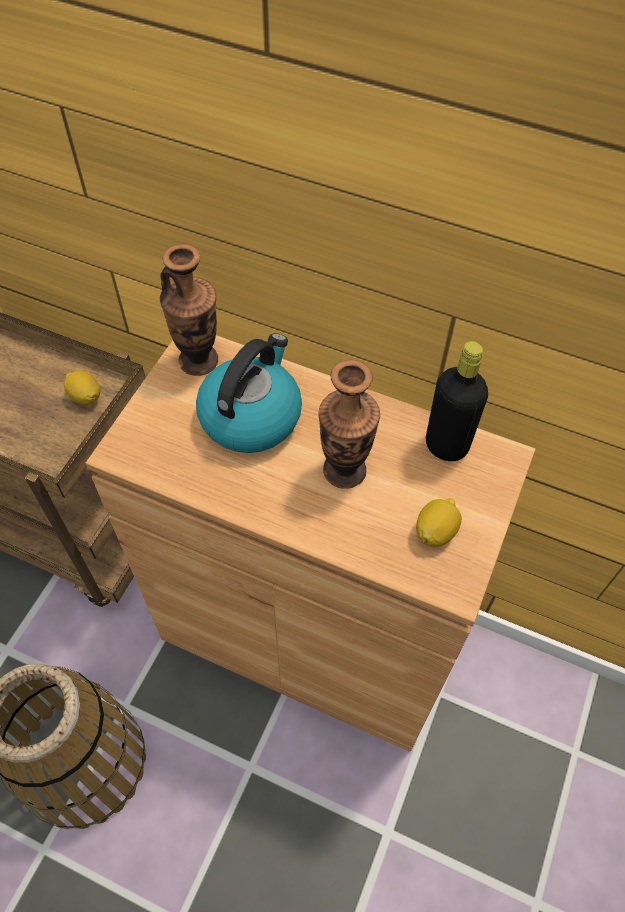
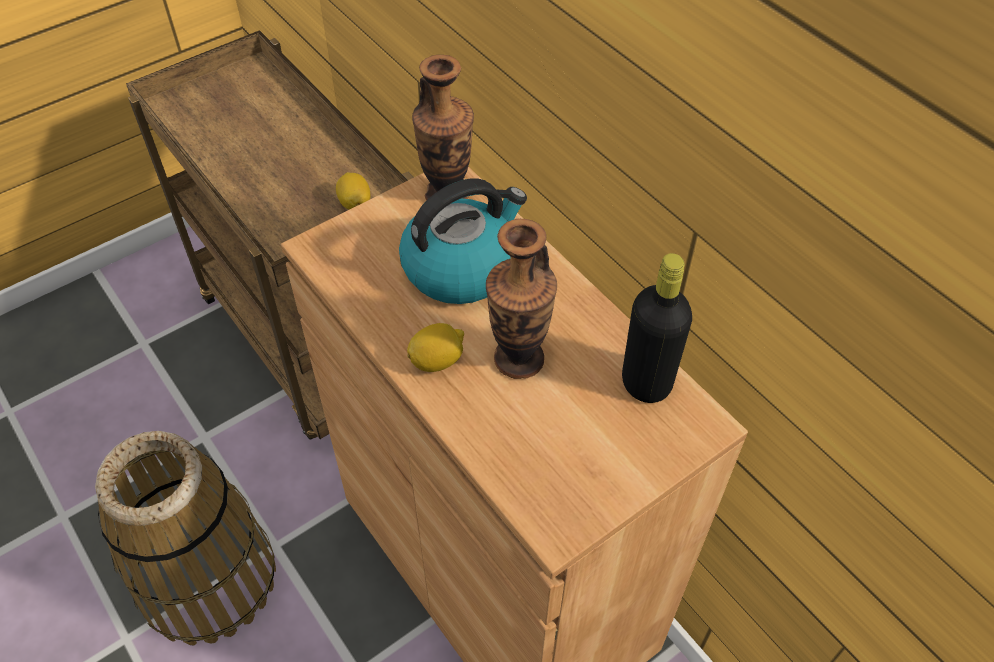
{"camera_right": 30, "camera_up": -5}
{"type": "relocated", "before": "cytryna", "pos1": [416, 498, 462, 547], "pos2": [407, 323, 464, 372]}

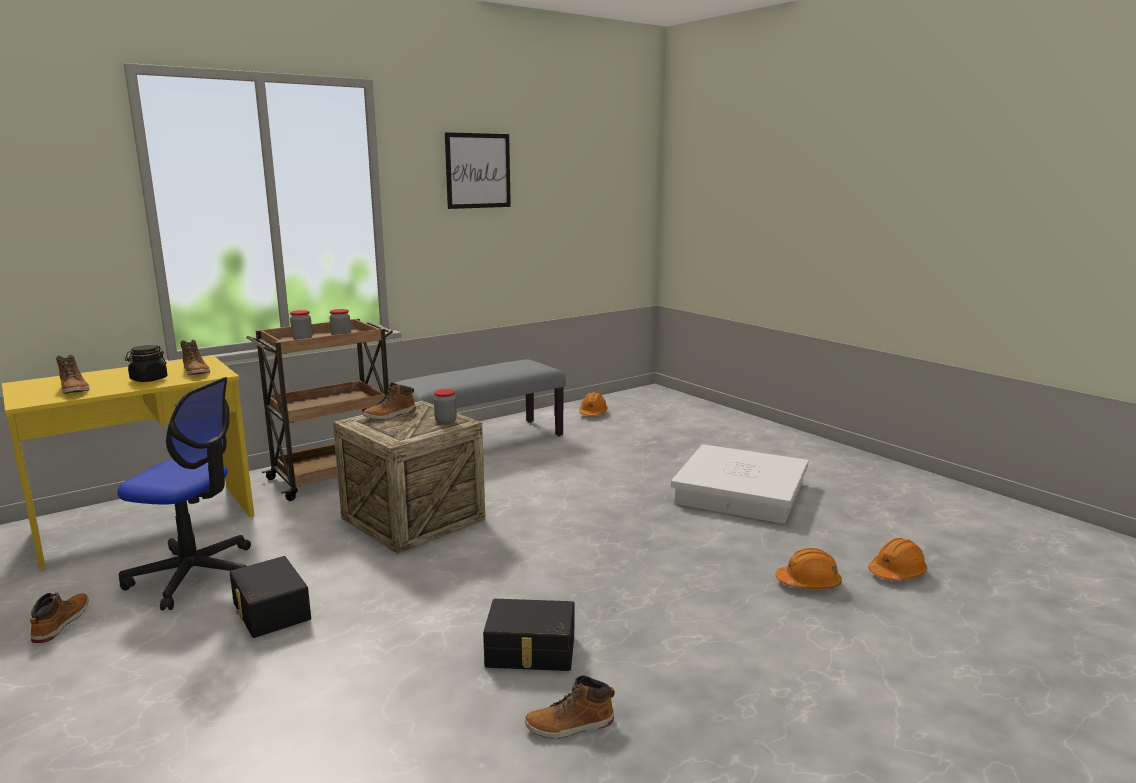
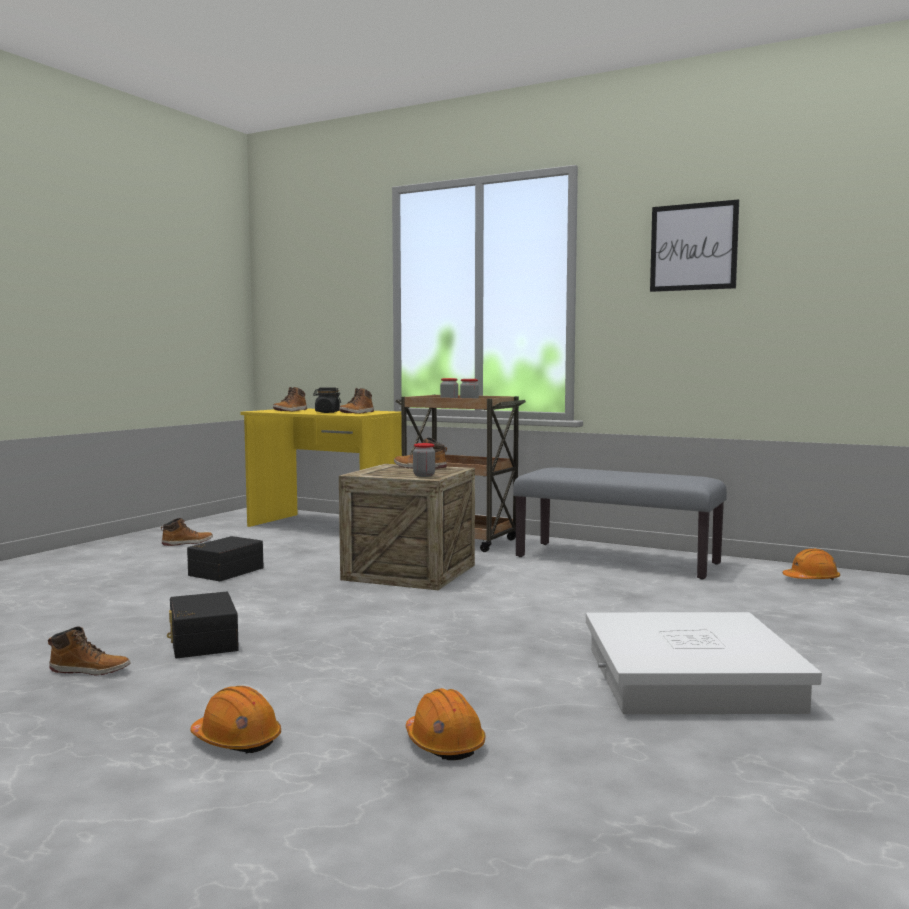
{"camera_right": 65, "camera_up": -10}
{"type": "missing", "before": "krzesło biurowe", "pos1": [117, 377, 251, 610]}
{"type": "relocated", "before": "kask/pomarańczowy", "pos1": [868, 538, 927, 581], "pos2": [190, 686, 281, 754]}
{"type": "spun", "before": "but z cholewką", "pos1": [525, 675, 615, 739], "pos2": [48, 627, 130, 675], "turn": 135}

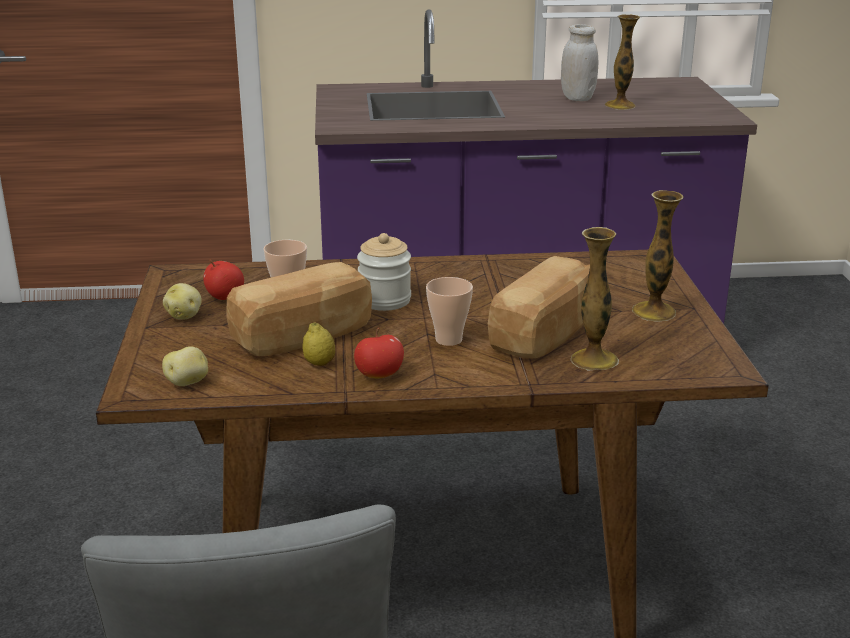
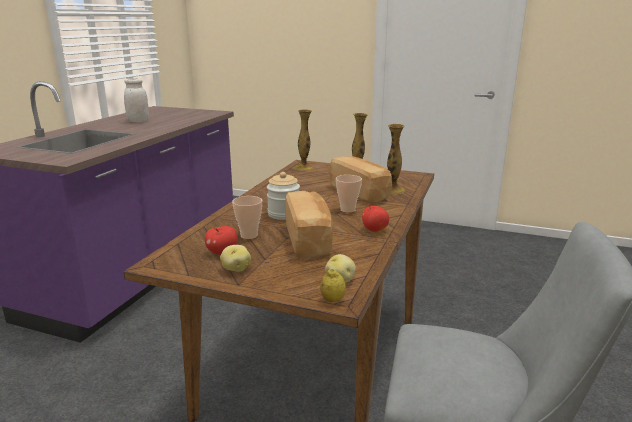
{"camera_right": -65, "camera_up": -5}
{"type": "relocated", "before": "wazon", "pos1": [605, 15, 640, 110], "pos2": [293, 109, 313, 171]}
{"type": "relocated", "before": "cytryna", "pos1": [302, 322, 335, 366], "pos2": [320, 269, 346, 302]}

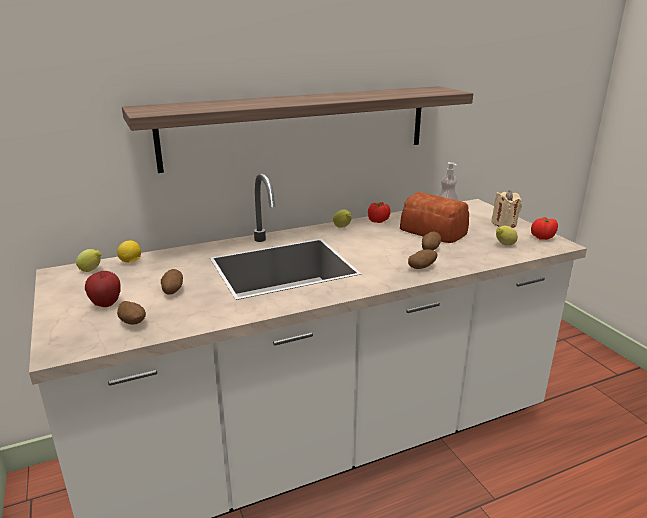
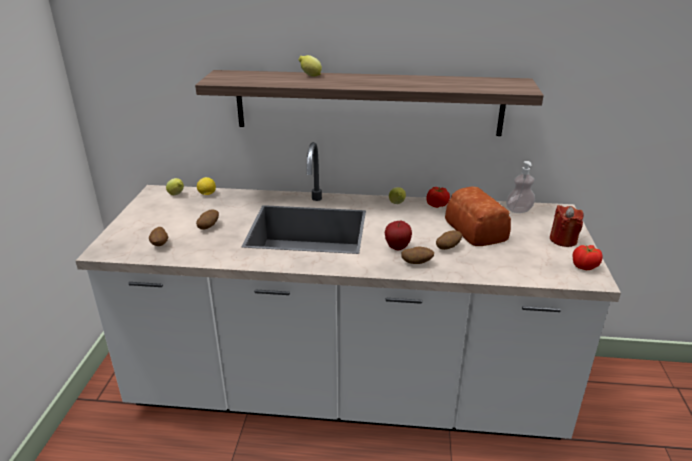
{"camera_right": 30, "camera_up": 5}
{"type": "colour", "before": "świeca/beżowy", "after": "świeca/czerwony", "pos1": [491, 190, 522, 228], "pos2": [550, 205, 584, 247]}
{"type": "relocated", "before": "cytryna", "pos1": [496, 226, 518, 246], "pos2": [298, 55, 322, 77]}
{"type": "relocated", "before": "jabłko", "pos1": [85, 271, 120, 307], "pos2": [385, 221, 412, 250]}

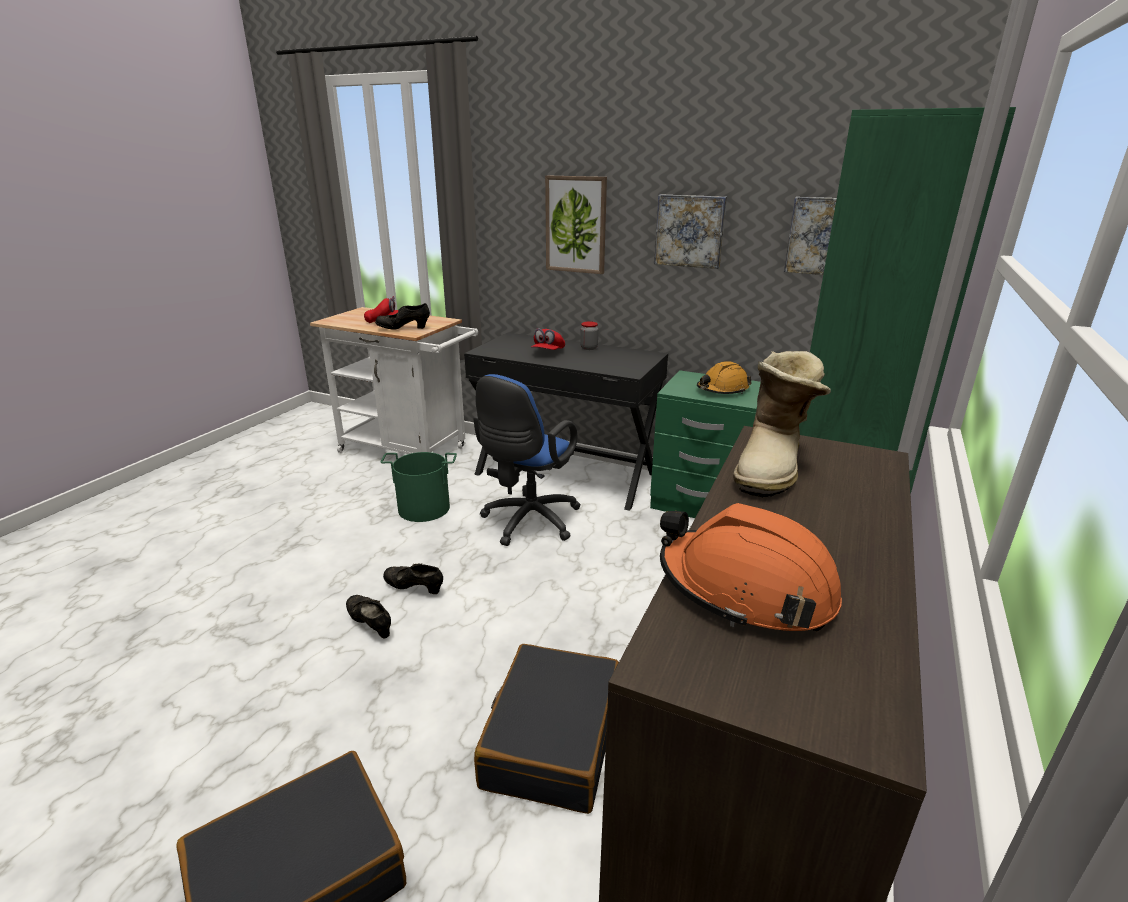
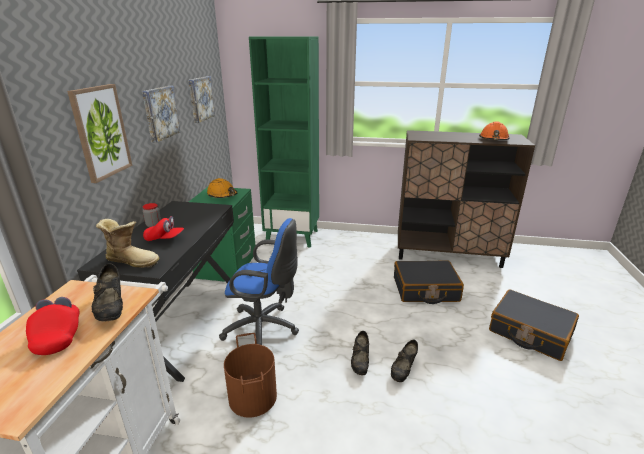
{"camera_right": -105, "camera_up": 0}
{"type": "relocated", "before": "but z cholewką", "pos1": [733, 351, 831, 498], "pos2": [96, 219, 160, 268]}
{"type": "colour", "before": "wiadro/zielony", "after": "wiadro/brązowy", "pos1": [381, 452, 457, 522], "pos2": [224, 333, 277, 418]}

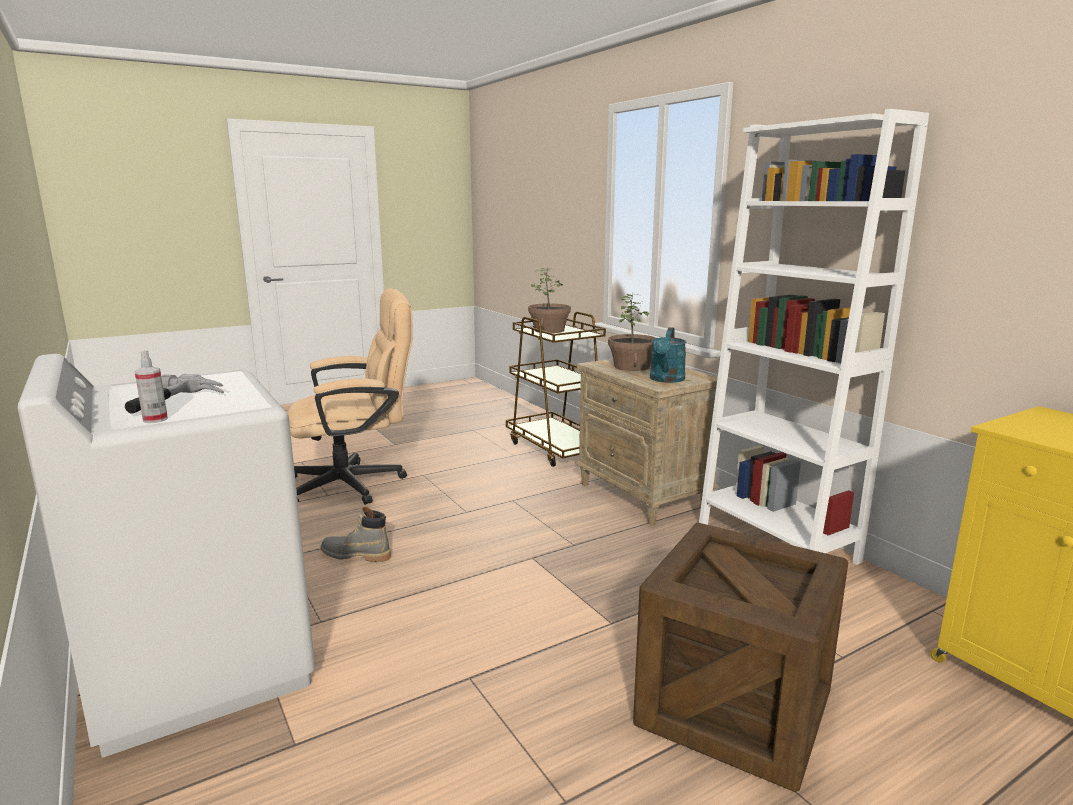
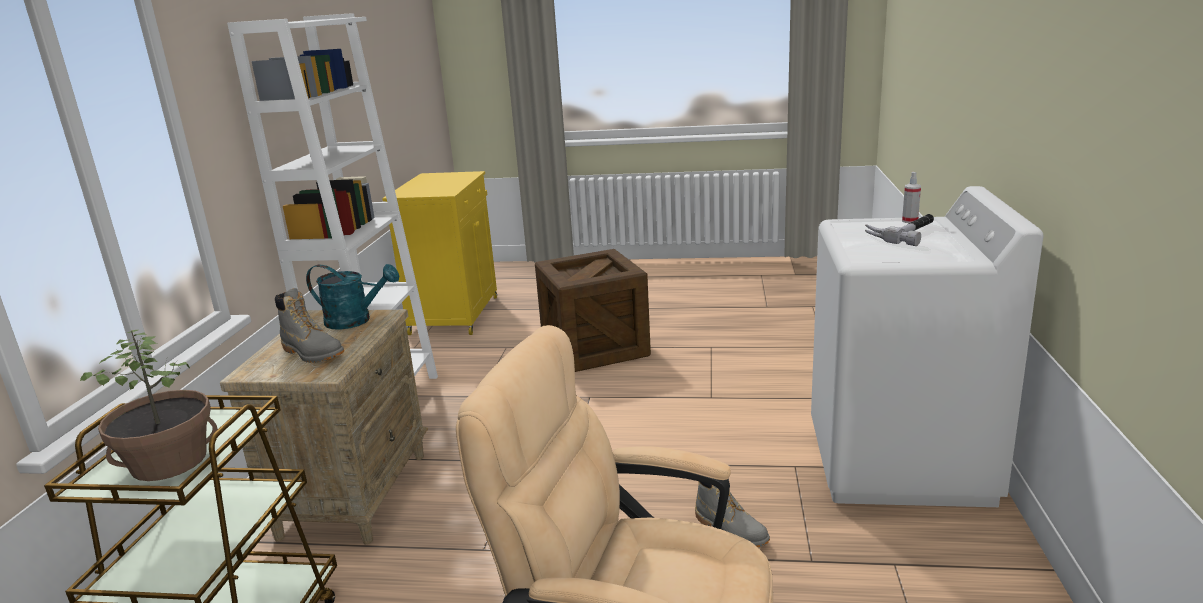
{"camera_right": -140, "camera_up": 5}
{"type": "exchanged", "before": "roślina doniczkowa", "after": "but z cholewką/szary", "pos1": [608, 293, 656, 371], "pos2": [275, 288, 344, 363]}
{"type": "spun", "before": "konewka/turkusowy", "pos1": [650, 327, 686, 383], "pos2": [306, 264, 399, 330], "turn": 45}

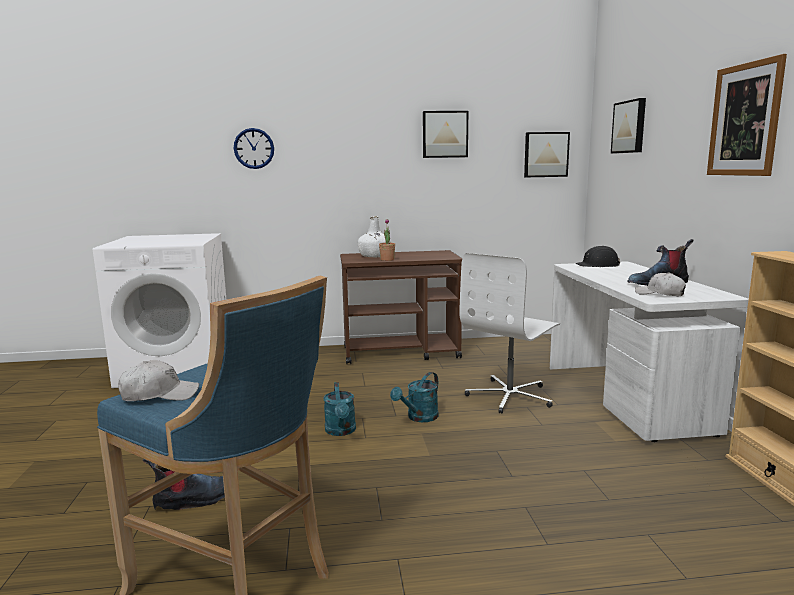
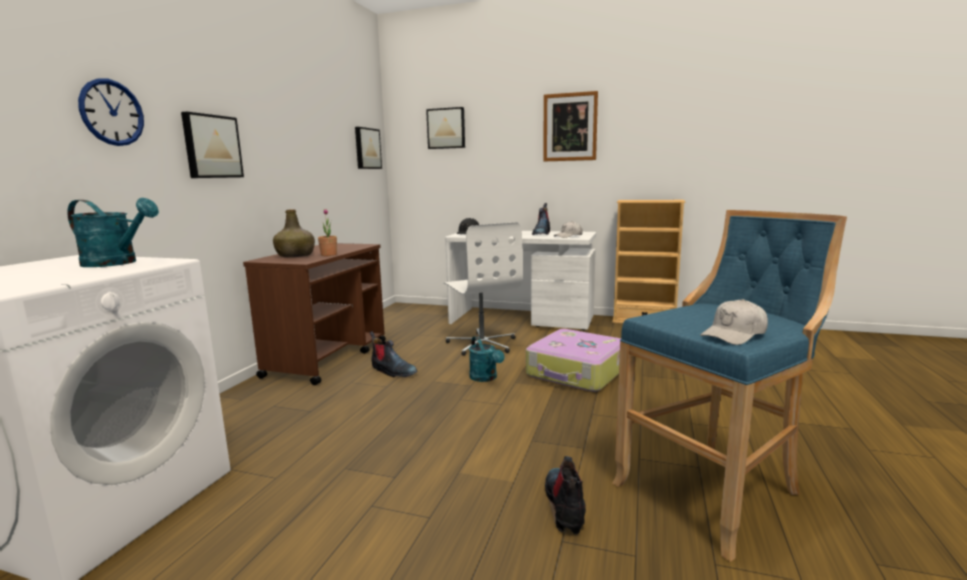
{"camera_right": -65, "camera_up": 0}
{"type": "relocated", "before": "obraz", "pos1": [423, 111, 468, 158], "pos2": [181, 112, 244, 178]}
{"type": "colour", "before": "butelka/biały", "after": "butelka/zielony", "pos1": [357, 216, 391, 257], "pos2": [273, 209, 315, 257]}
{"type": "spun", "before": "czapka z daszkiem/biały", "pos1": [118, 360, 199, 401], "pos2": [701, 299, 768, 345], "turn": -135}
{"type": "relocated", "before": "konewka/turkusowy", "pos1": [323, 382, 356, 436], "pos2": [67, 198, 159, 267]}
{"type": "appeared", "after": "walizka", "pos2": [526, 329, 621, 392]}
{"type": "appeared", "after": "but z cholewką", "pos2": [369, 331, 417, 377]}

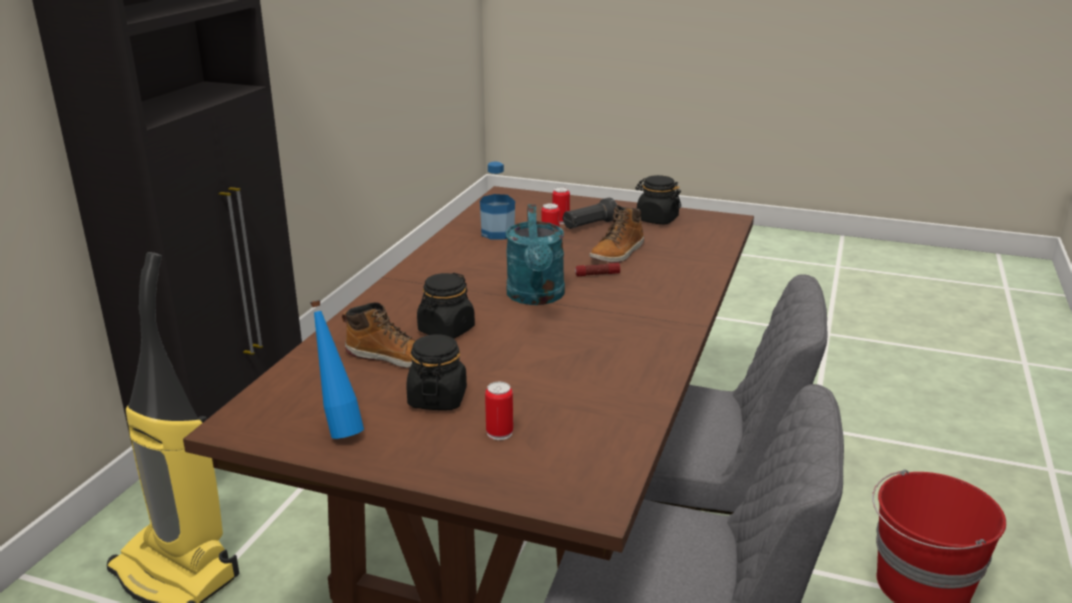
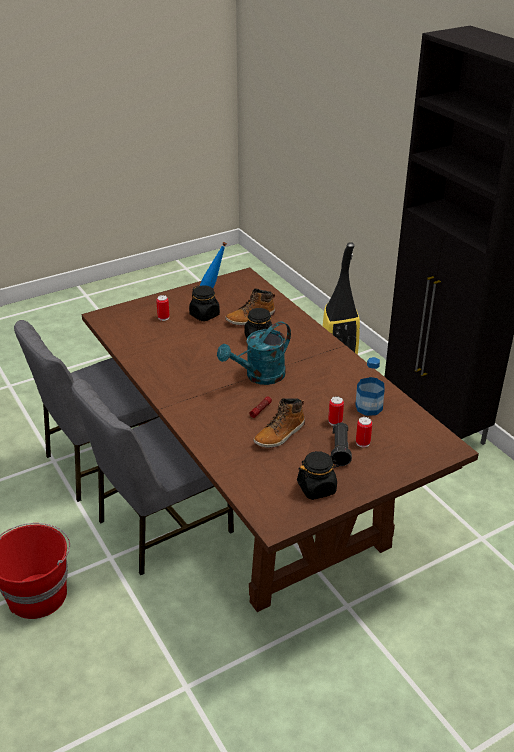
{"camera_right": 130, "camera_up": 10}
{"type": "spun", "before": "konewka/turkusowy", "pos1": [506, 204, 565, 305], "pos2": [217, 321, 291, 385], "turn": -75}
{"type": "spun", "before": "but z cholewką", "pos1": [590, 205, 644, 263], "pos2": [254, 398, 305, 448], "turn": -120}

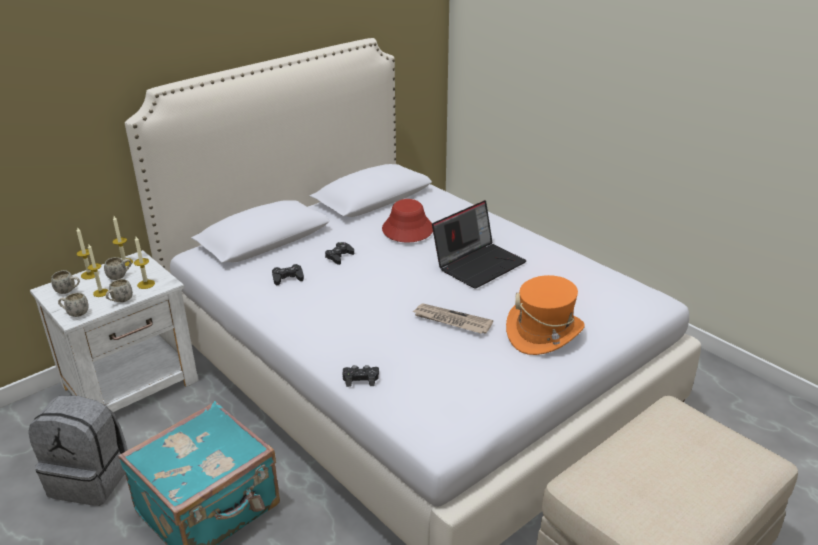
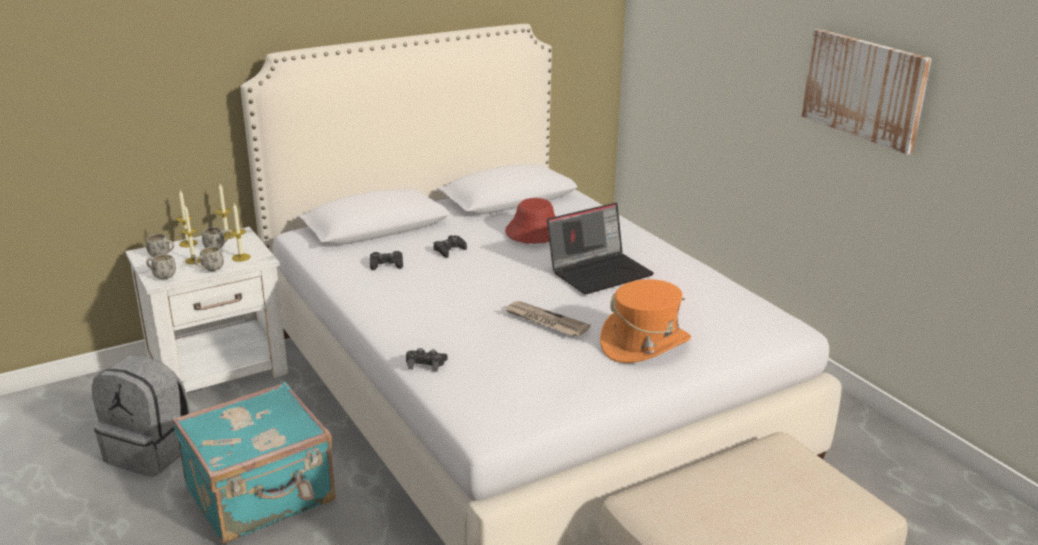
{"camera_right": 10, "camera_up": -5}
{"type": "appeared", "after": "obraz", "pos2": [802, 29, 932, 155]}

